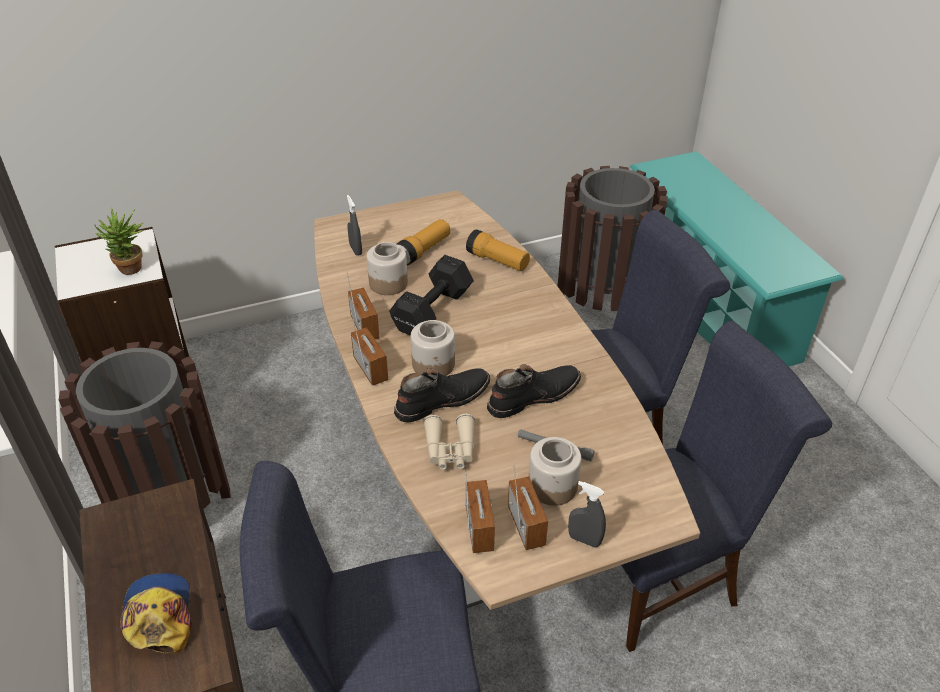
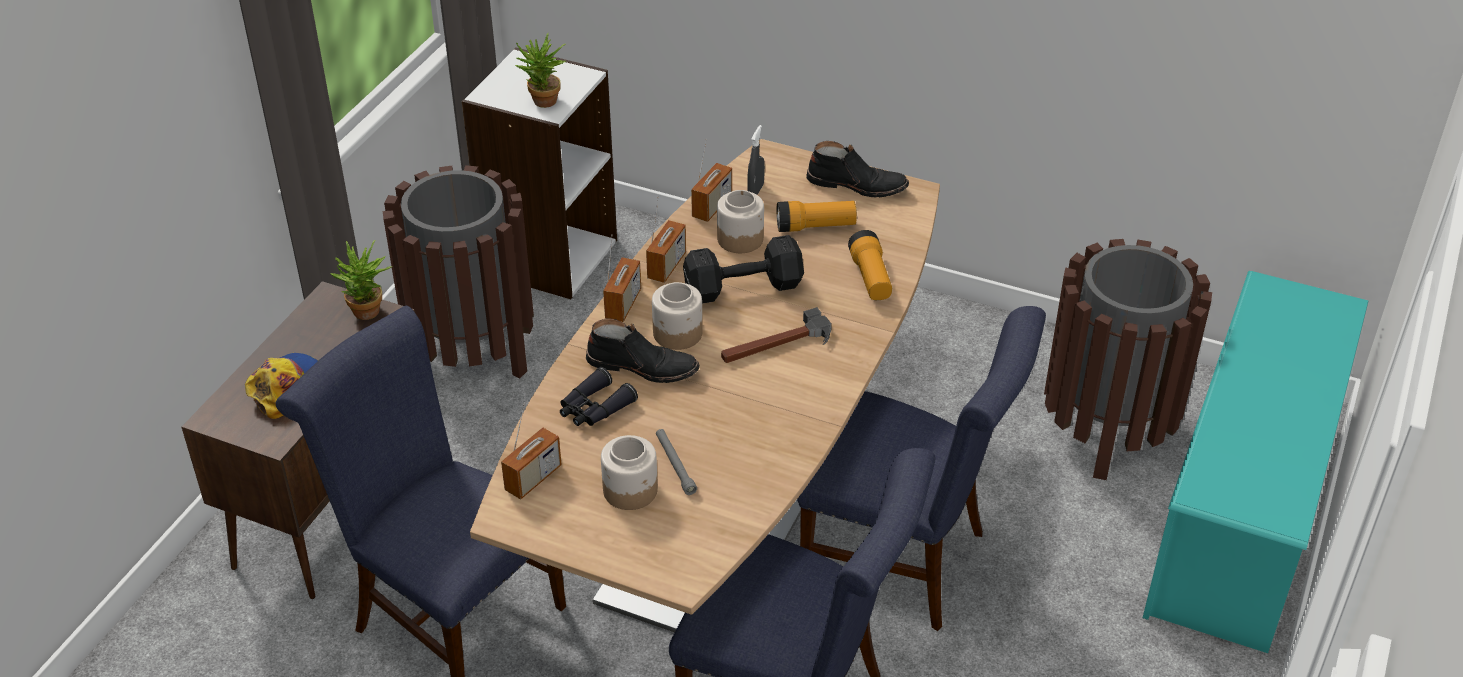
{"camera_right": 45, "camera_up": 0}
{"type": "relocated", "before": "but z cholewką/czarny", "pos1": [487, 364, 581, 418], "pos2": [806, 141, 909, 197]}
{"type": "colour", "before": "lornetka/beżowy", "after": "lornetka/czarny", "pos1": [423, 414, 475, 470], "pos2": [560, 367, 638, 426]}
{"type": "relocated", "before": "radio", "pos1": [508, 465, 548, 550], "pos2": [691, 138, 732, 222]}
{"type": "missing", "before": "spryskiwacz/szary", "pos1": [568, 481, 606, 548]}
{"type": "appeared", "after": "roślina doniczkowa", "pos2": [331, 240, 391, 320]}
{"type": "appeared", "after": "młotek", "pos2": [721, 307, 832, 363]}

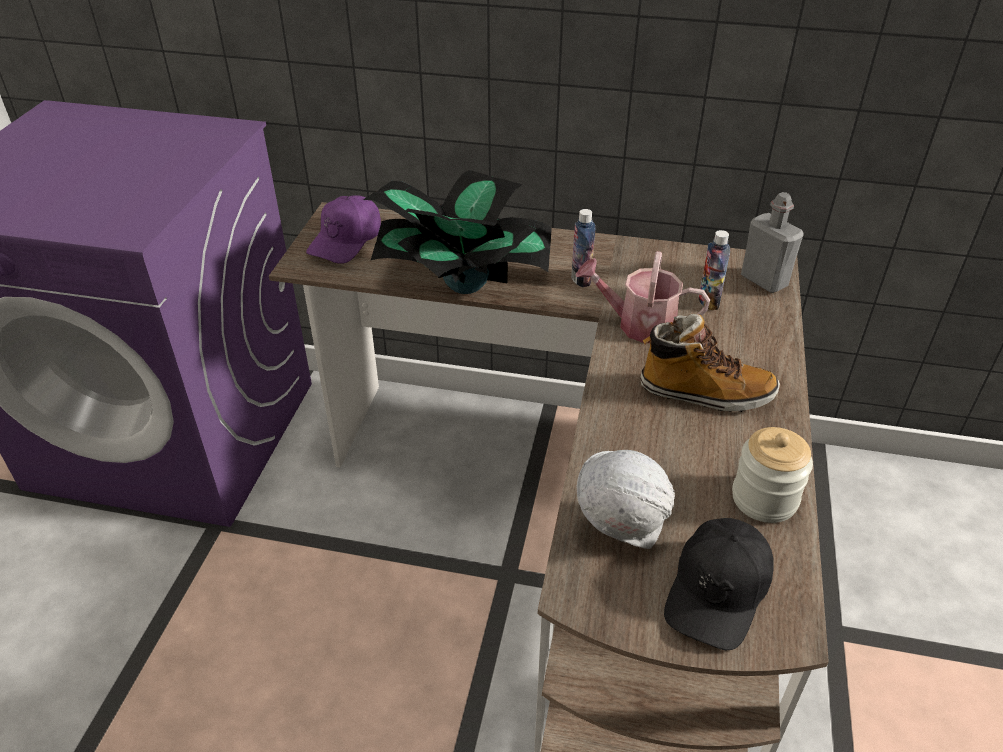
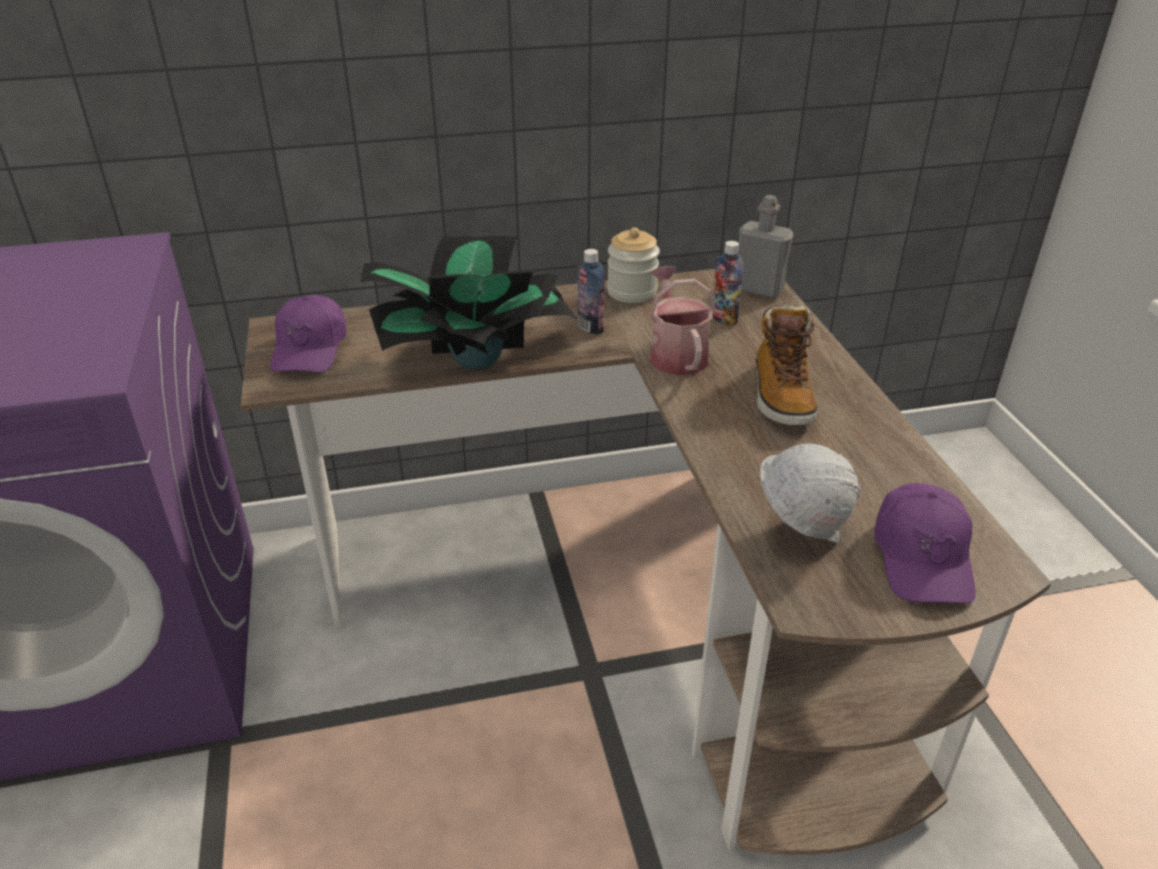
{"camera_right": -25, "camera_up": -5}
{"type": "spun", "before": "konewka", "pos1": [575, 251, 710, 343], "pos2": [649, 266, 716, 376], "turn": 90}
{"type": "spun", "before": "but z cholewką", "pos1": [640, 314, 780, 412], "pos2": [756, 305, 818, 426], "turn": 105}
{"type": "relocated", "before": "słoik", "pos1": [732, 427, 813, 523], "pos2": [607, 227, 660, 303]}
{"type": "colour", "before": "czapka z daszkiem/czarny", "after": "czapka z daszkiem/fioletowy", "pos1": [664, 518, 774, 650], "pos2": [874, 483, 976, 604]}

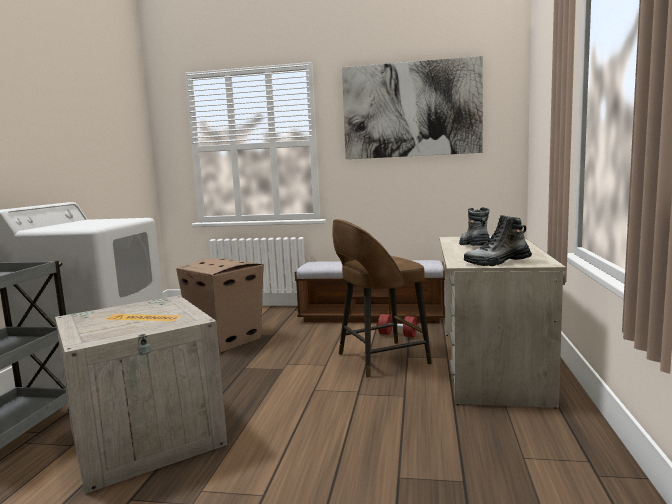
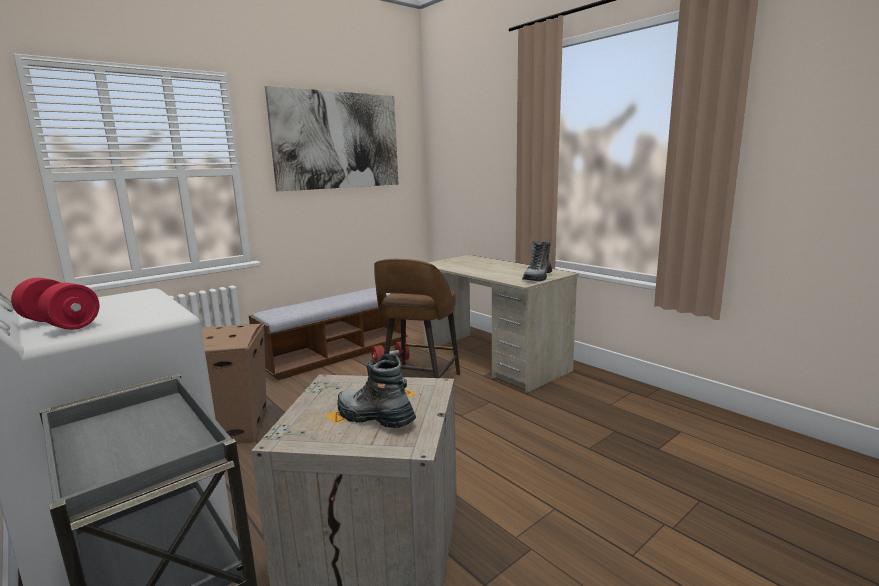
{"camera_right": -50, "camera_up": 5}
{"type": "relocated", "before": "but z cholewką", "pos1": [459, 208, 490, 246], "pos2": [337, 354, 416, 428]}
{"type": "appeared", "after": "hantel/czerwony", "pos2": [11, 278, 99, 330]}

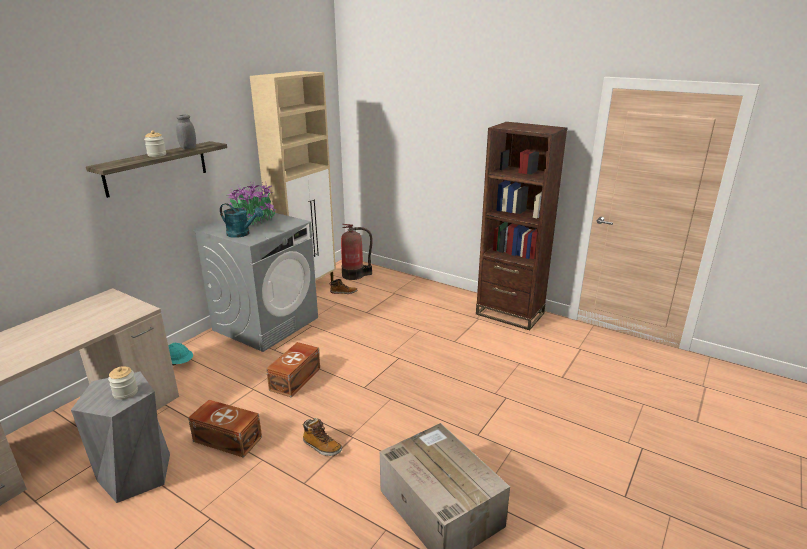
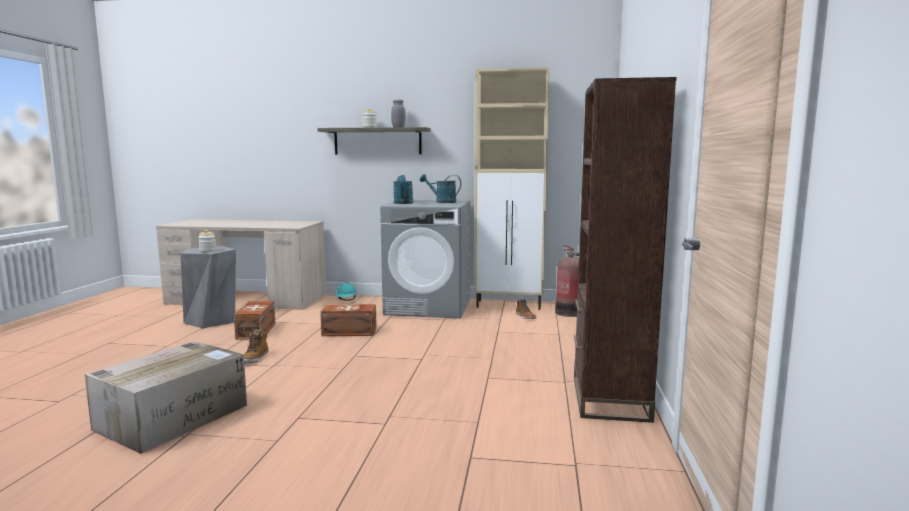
{"camera_right": 65, "camera_up": -15}
{"type": "exchanged", "before": "roślina doniczkowa", "after": "konewka/turkusowy", "pos1": [227, 182, 277, 225], "pos2": [420, 174, 461, 203]}

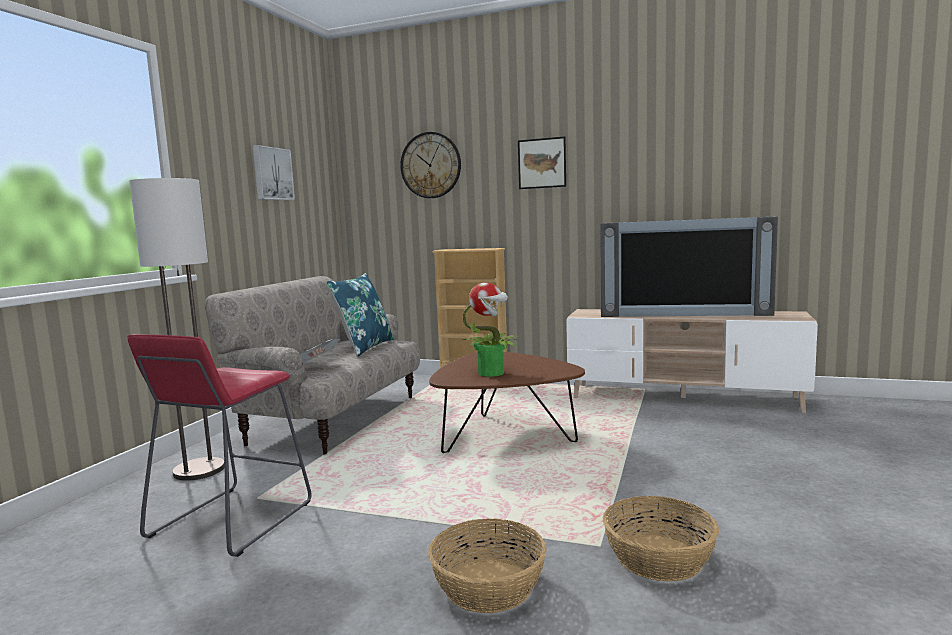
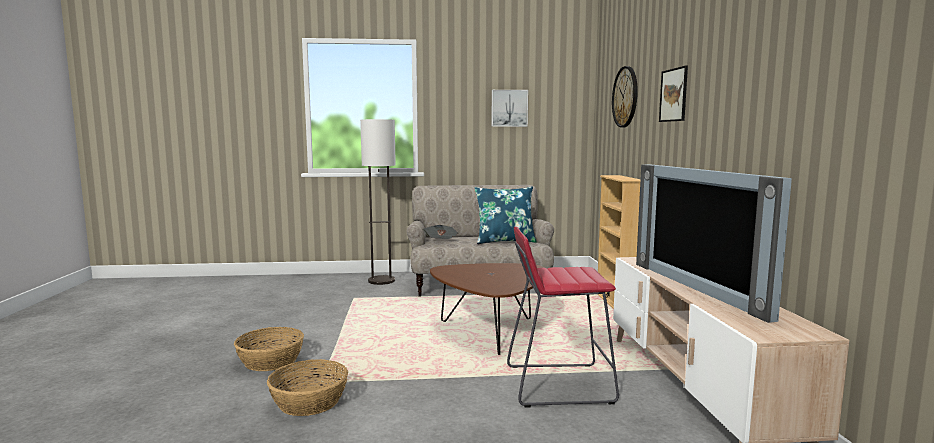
{"camera_right": 65, "camera_up": 0}
{"type": "missing", "before": "roślina doniczkowa", "pos1": [461, 282, 520, 377]}
{"type": "relocated", "before": "stołek/czerwony", "pos1": [127, 334, 311, 557], "pos2": [507, 227, 619, 408]}

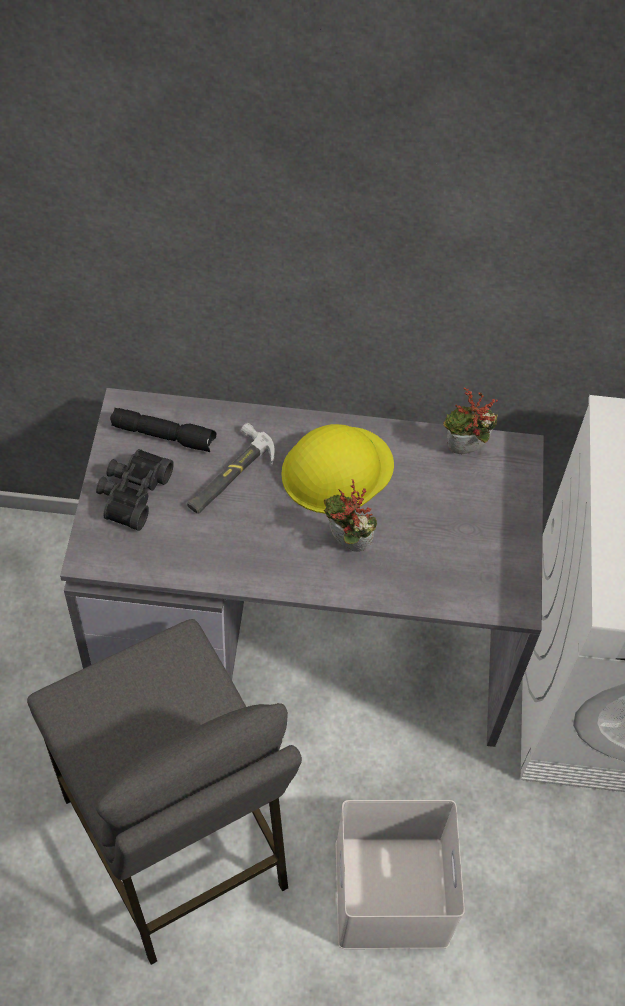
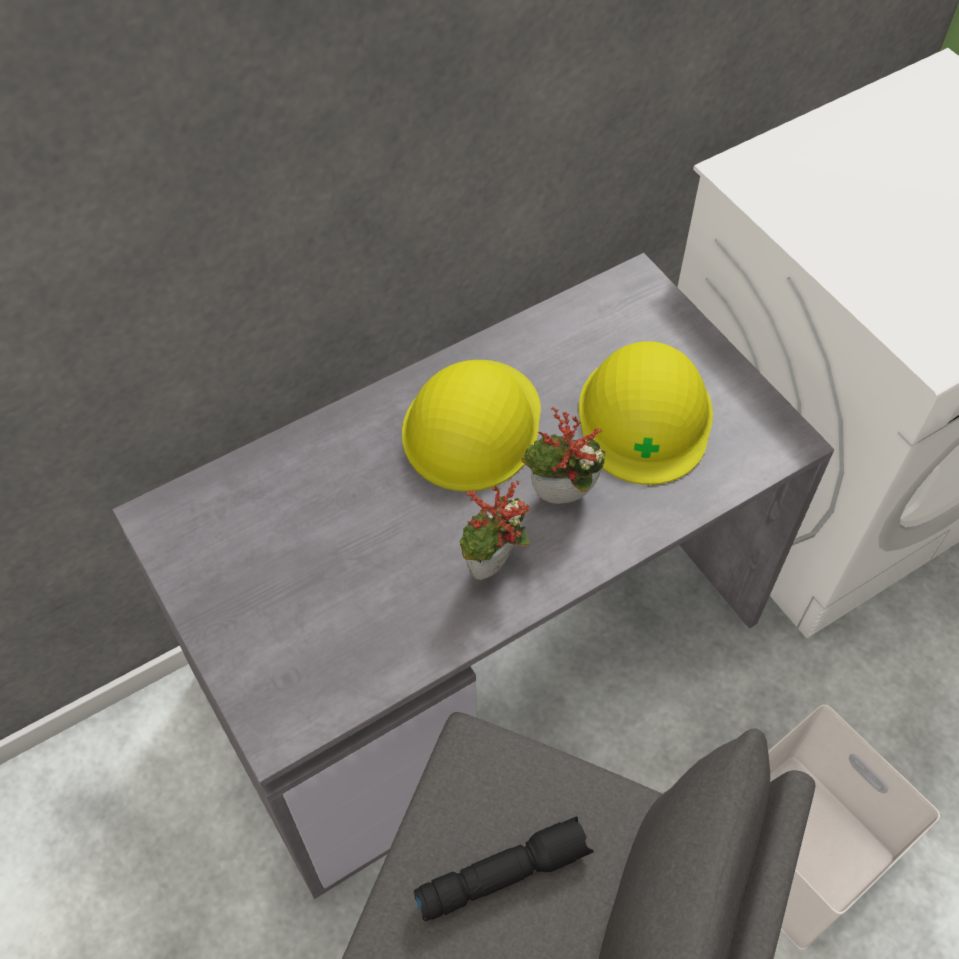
{"camera_right": -35, "camera_up": 0}
{"type": "relocated", "before": "roślina doniczkowa", "pos1": [443, 388, 498, 454], "pos2": [459, 481, 530, 580]}
{"type": "relocated", "before": "latarka/czarny", "pos1": [110, 408, 216, 452], "pos2": [414, 816, 594, 921]}
{"type": "missing", "before": "młotek", "pos1": [187, 423, 275, 514]}
{"type": "missing", "before": "lornetka/czarny", "pos1": [96, 449, 174, 531]}
{"type": "appeared", "after": "kask/żółty", "pos2": [579, 341, 713, 485]}

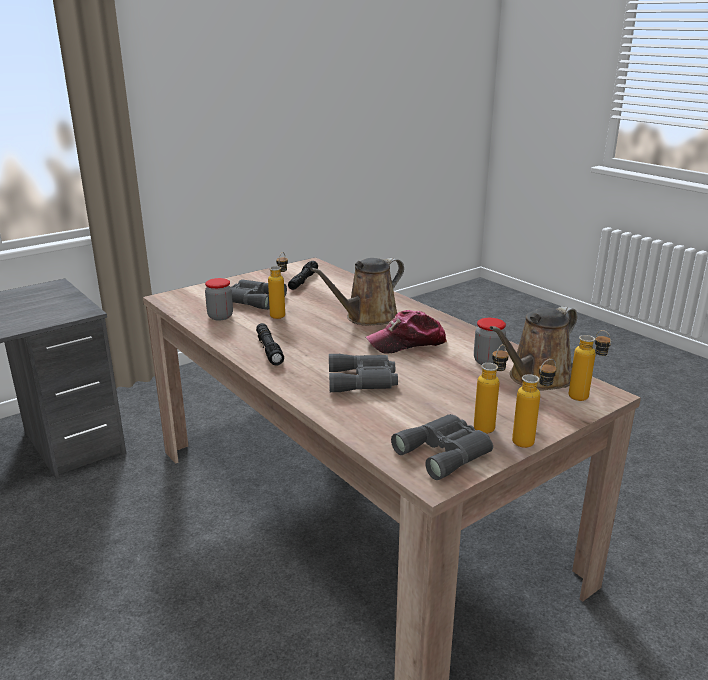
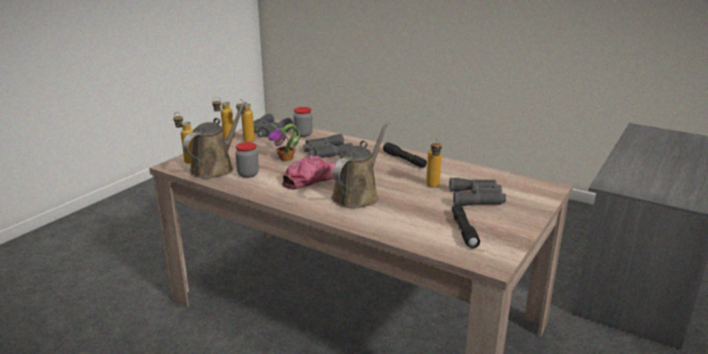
{"camera_right": 160, "camera_up": 0}
{"type": "relocated", "before": "słoik", "pos1": [205, 278, 233, 321], "pos2": [293, 107, 313, 137]}
{"type": "appeared", "after": "roślina doniczkowa", "pos2": [268, 122, 300, 161]}

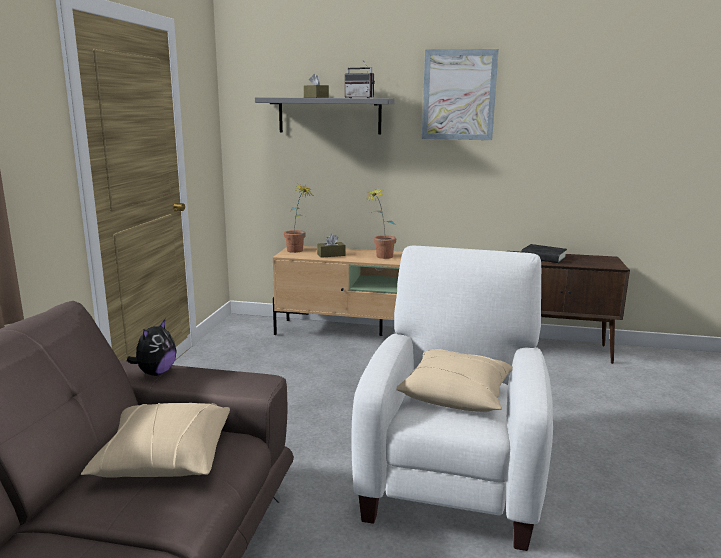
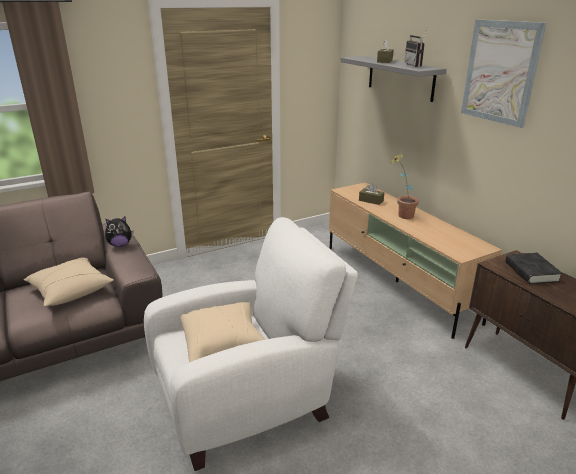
{"camera_right": 50, "camera_up": 10}
{"type": "missing", "before": "roślina doniczkowa", "pos1": [284, 184, 312, 253]}

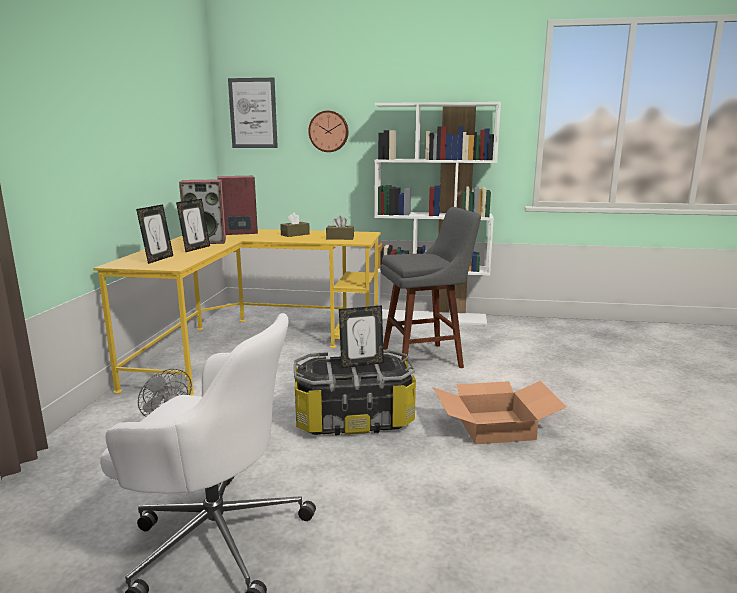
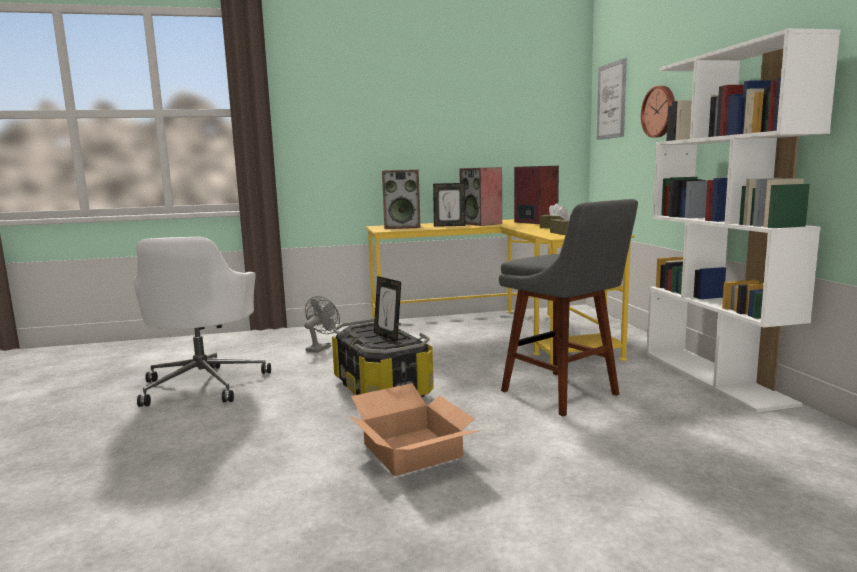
{"camera_right": 70, "camera_up": -5}
{"type": "exchanged", "before": "ramka na zdjęcie", "after": "głośnik", "pos1": [136, 204, 173, 264], "pos2": [382, 170, 420, 229]}

